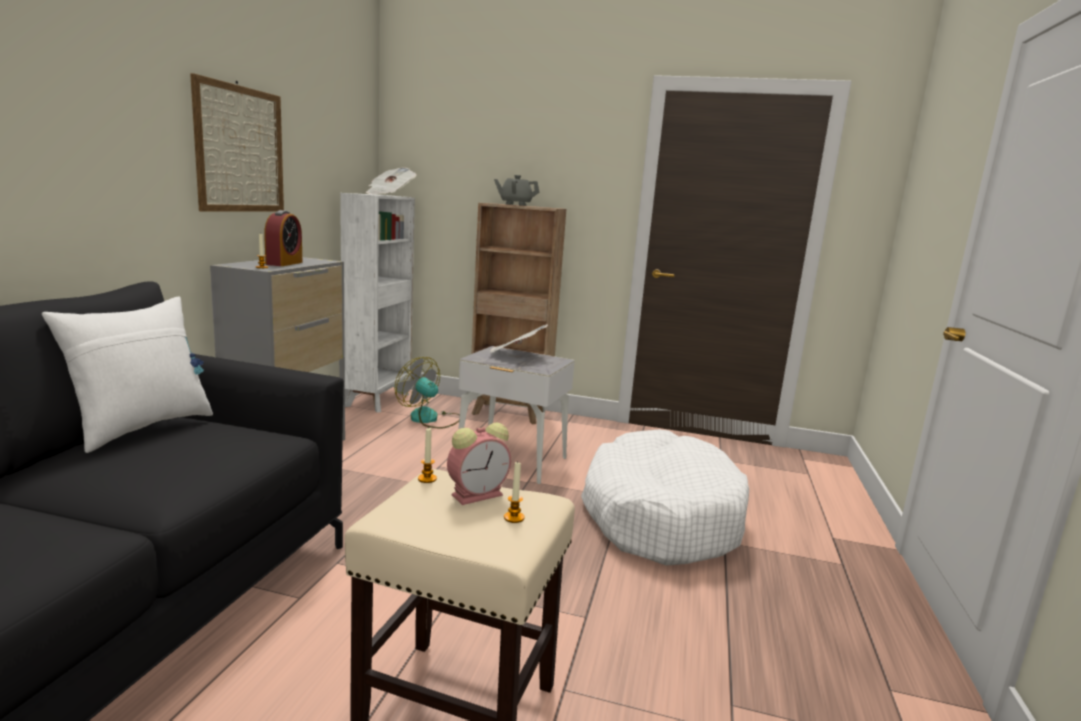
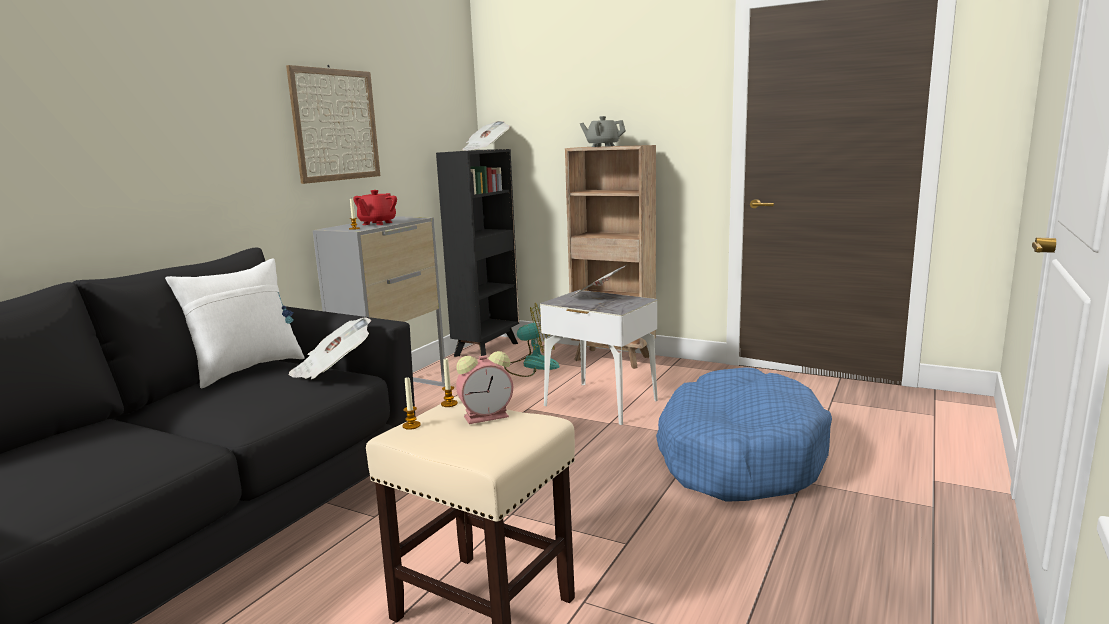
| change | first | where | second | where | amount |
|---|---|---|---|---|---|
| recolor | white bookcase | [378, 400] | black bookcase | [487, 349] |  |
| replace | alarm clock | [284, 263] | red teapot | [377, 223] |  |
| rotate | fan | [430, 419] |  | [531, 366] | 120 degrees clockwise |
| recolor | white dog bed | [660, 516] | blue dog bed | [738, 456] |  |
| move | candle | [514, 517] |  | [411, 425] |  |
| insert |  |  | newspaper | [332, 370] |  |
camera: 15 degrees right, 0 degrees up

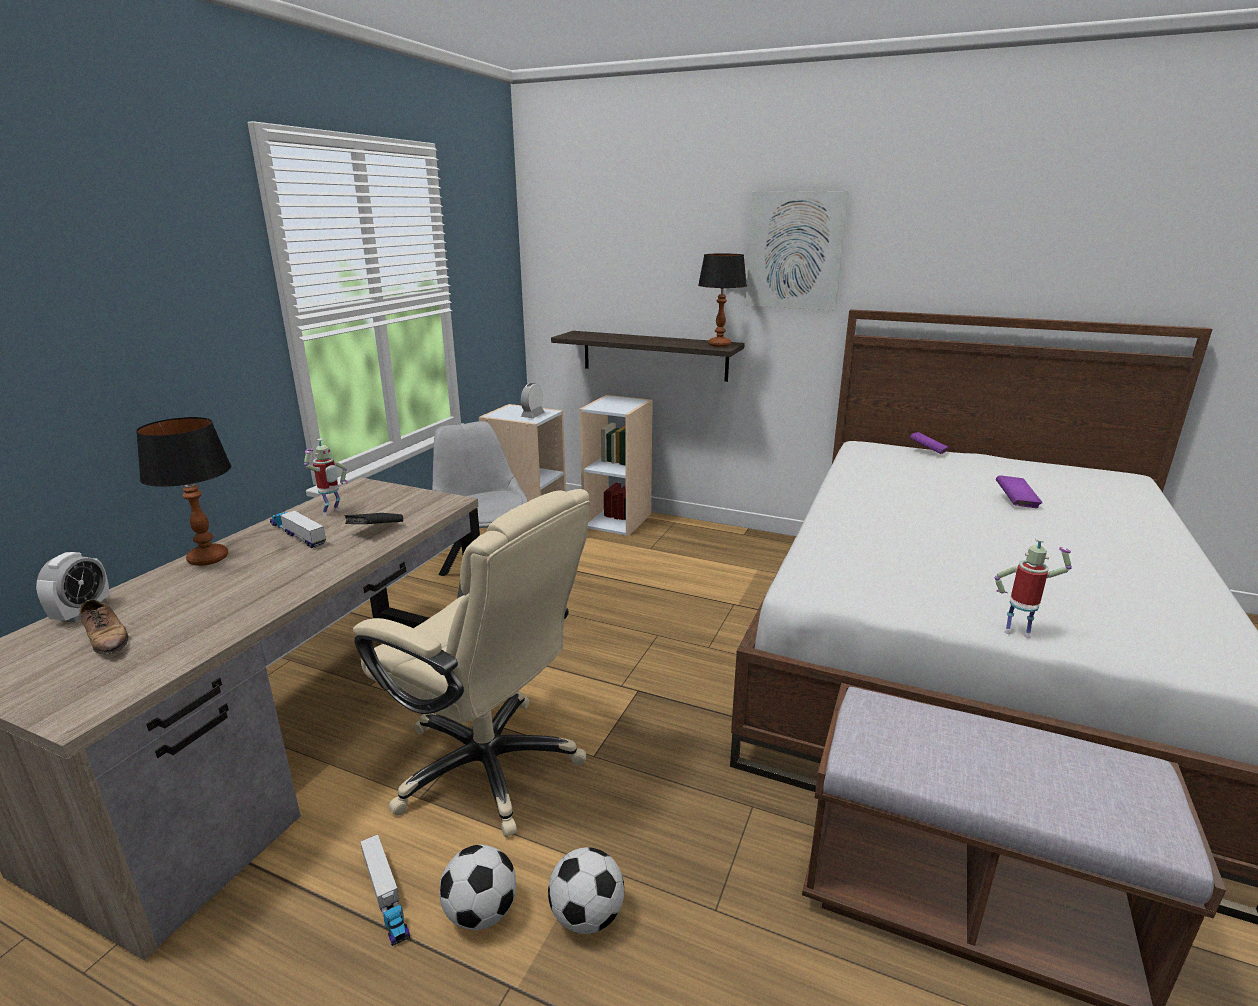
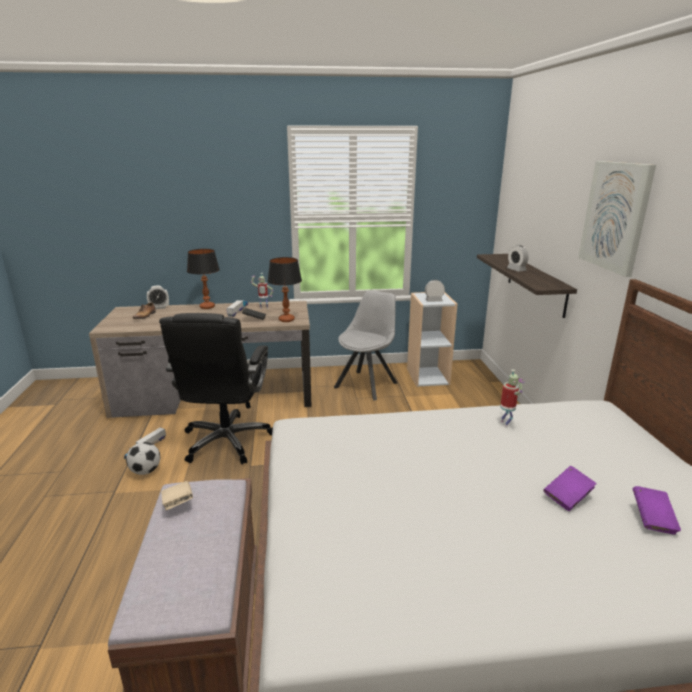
| change | first | where | second | where | amount |
|---|---|---|---|---|---|
| move | table lamp | [719, 345] |  | [286, 320] |  |
| delete | bookcase | [618, 520] |  |  |  |
| move | purple book | [927, 452] |  | [652, 519] |  |
| recolor | beige office chair | [487, 764] | black office chair | [227, 440] |  |
| move | toy robot | [1017, 632] |  | [506, 424] |  |
| delete | football | [587, 916] |  |  |  |
| insert |  |  | alarm clock | [516, 270] |  |
| insert |  |  | beige book | [178, 503] |  |
camera: 60 degrees right, 0 degrees up

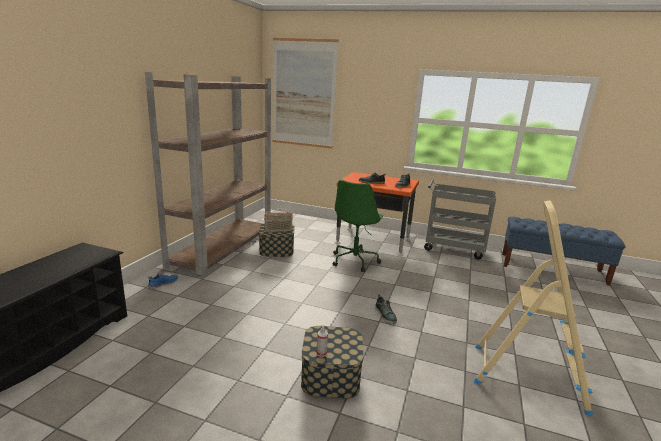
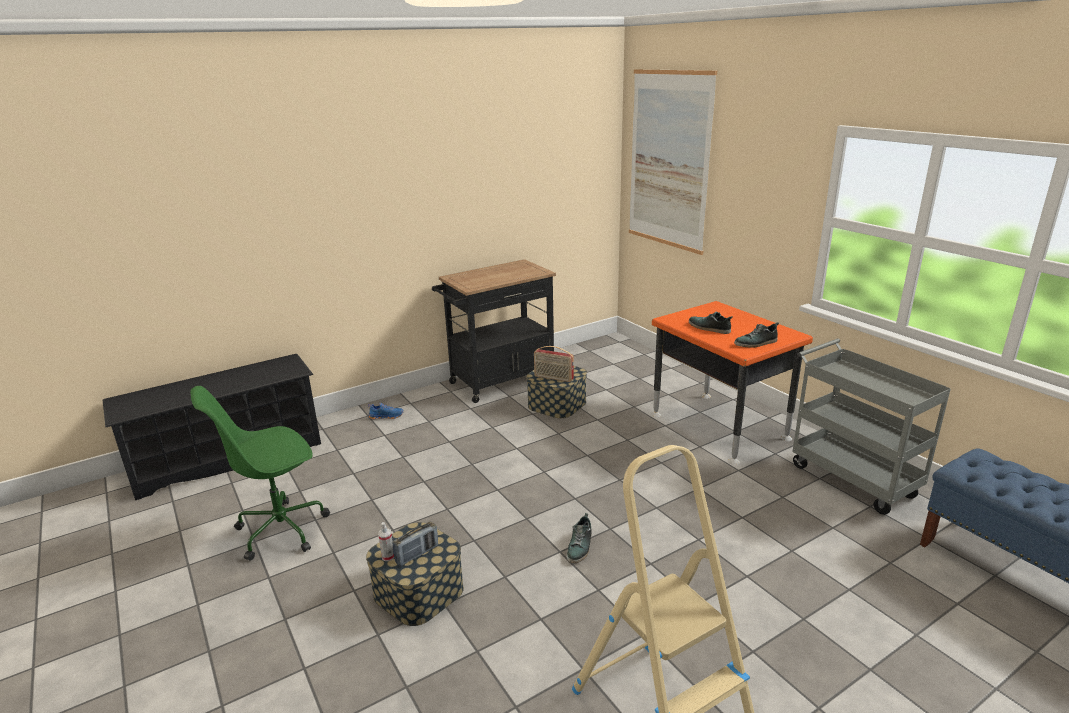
| change | first | where | second | where | amount |
|---|---|---|---|---|---|
| replace | brown bookcase | [223, 246] | black cart | [499, 382] |  |
| move | green office chair | [354, 261] |  | [279, 531] |  |
| insert |  |  | radio | [417, 554] |  |
camera: 40 degrees right, 5 degrees up

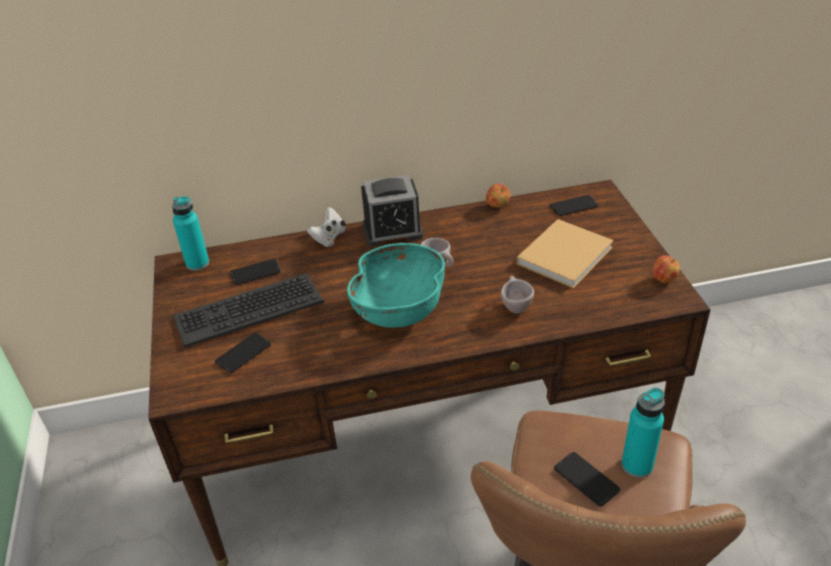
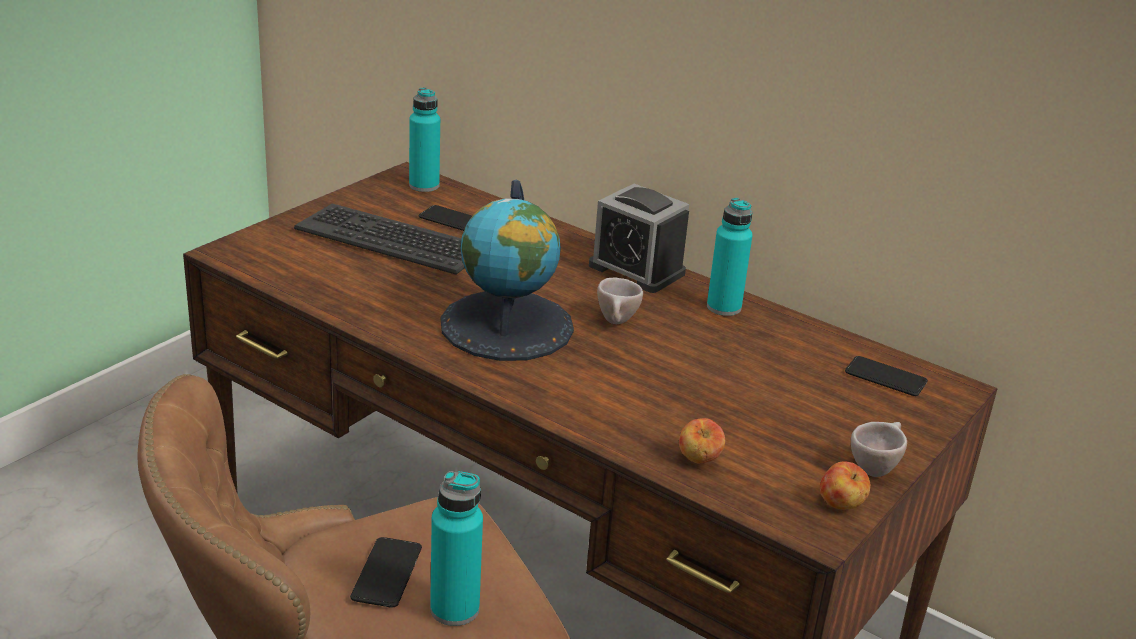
| change | first | where | second | where | amount |
|---|---|---|---|---|---|
| move | apple | [498, 205] |  | [698, 460] |  |
| delete | white game controller | [329, 238] |  |  |  |
| delete | beige book | [566, 254] |  |  |  |
| replace | turquoise bowl | [400, 309] | globe | [507, 325] |  |
| move | beige cup | [514, 306] |  | [875, 467] |  |
| delete | phone | [243, 353] |  |  |  |
| insert |  |  | turquoise bottle | [724, 307] |  |
camera: 45 degrees right, 10 degrees down

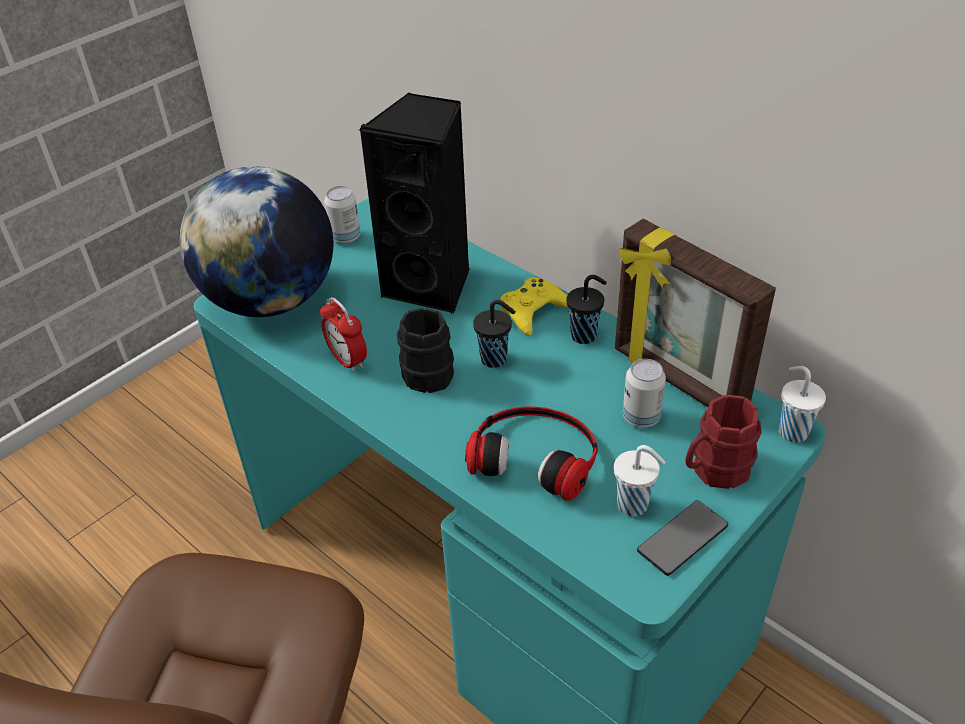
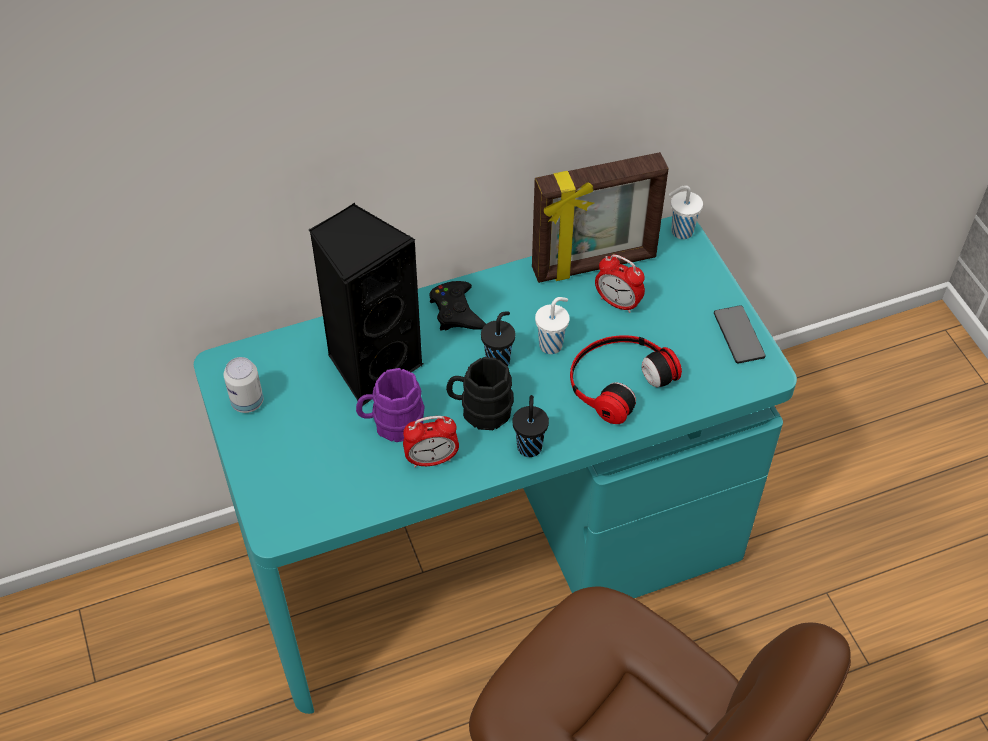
| change | first | where | second | where | amount |
|---|---|---|---|---|---|
| delete | globe | [271, 300] |  |  |  |
| move | black cup | [585, 335] |  | [529, 446] |  |
| recolor | yellow game controller | [533, 311] | black game controller | [456, 312] |  |
| replace | can | [641, 417] | alarm clock | [618, 303] |  |
| delete | red mug | [714, 470] |  |  |  |
| move | white cup | [634, 505] |  | [552, 344] |  |
| insert |  |  | purple mug | [392, 423] |  |
camera: 65 degrees left, 10 degrees up

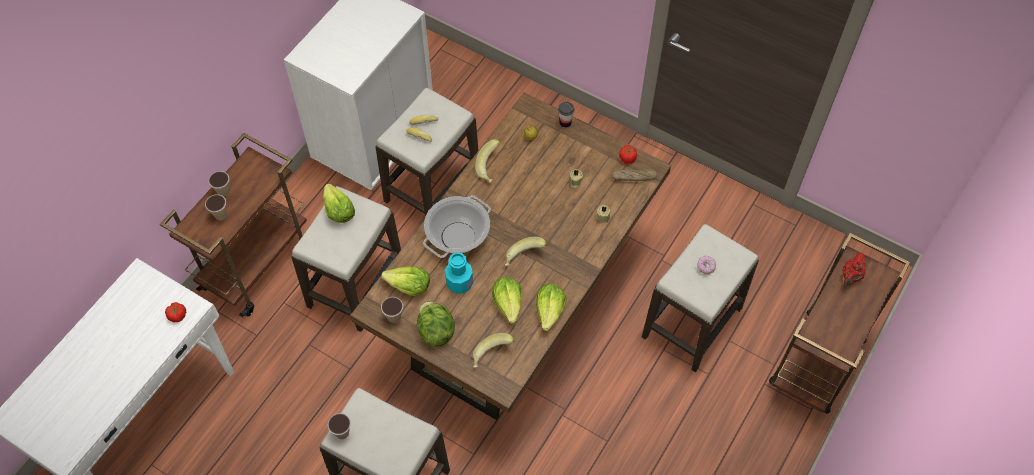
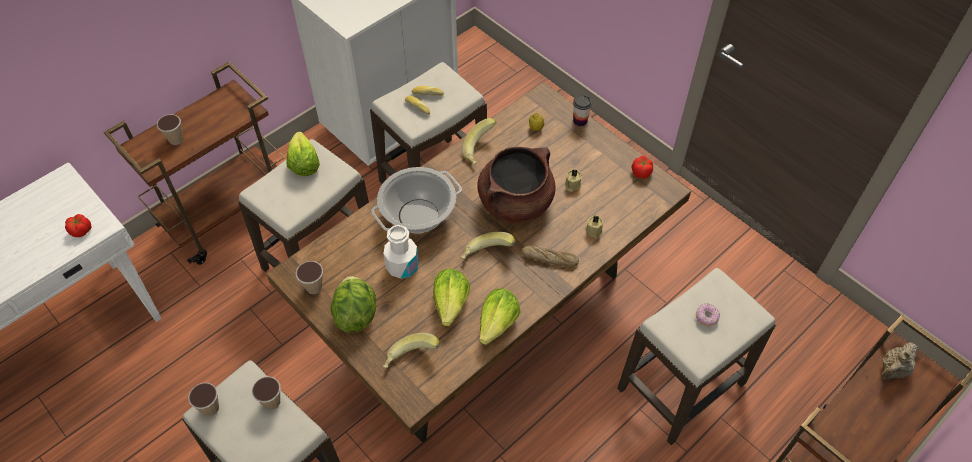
| change | first | where | second | where | amount |
|---|---|---|---|---|---|
| move | bread | [633, 177] |  | [549, 259] |  |
| move | cup | [223, 191] |  | [272, 402] |  |
| recolor | turquoise bottle | [459, 283] | white bottle | [402, 266] |  |
| recolor | red teapot | [851, 276] | beige teapot | [892, 370] |  |
| delete | lettuce | [408, 286] |  |  |  |
| insert |  |  | brown cooking pot | [515, 202] |  |
camera: 15 degrees right, 5 degrees down

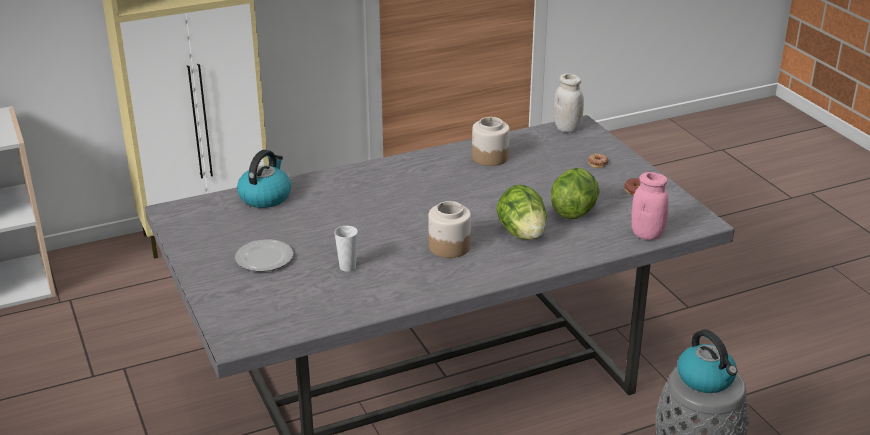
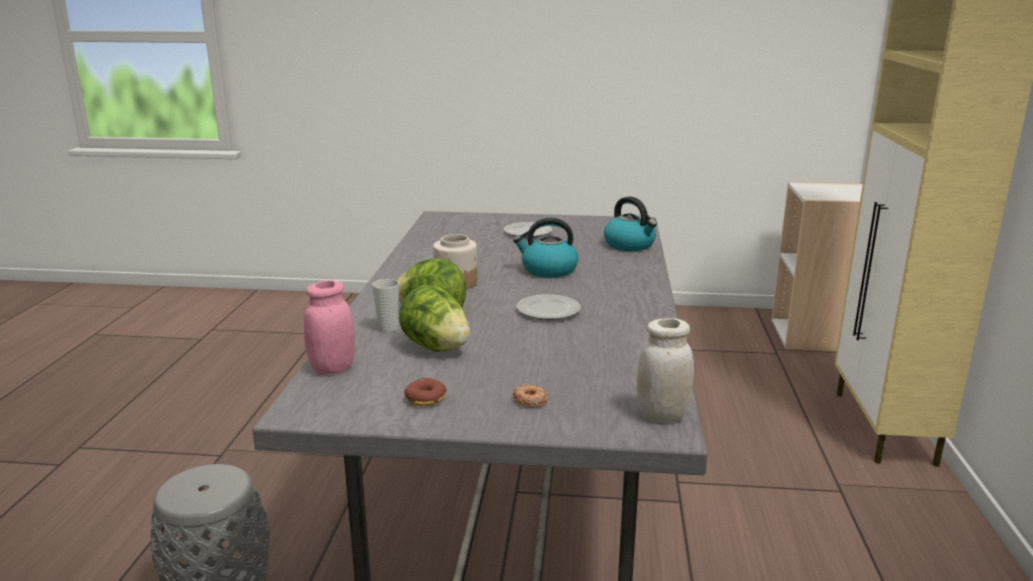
| change | first | where | second | where | amount |
|---|---|---|---|---|---|
| delete | jar | [490, 157] |  |  |  |
| move | cup | [347, 267] |  | [388, 329] |  |
| move | kettle | [706, 379] |  | [548, 270] |  |
| insert |  |  | plate | [549, 311] |  |
camera: 120 degrees right, 10 degrees down

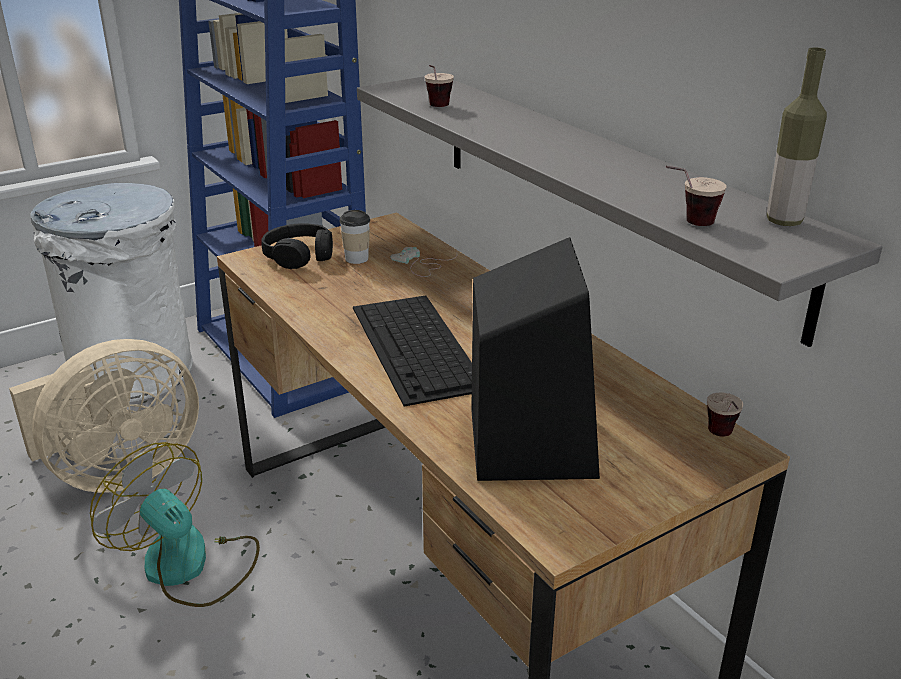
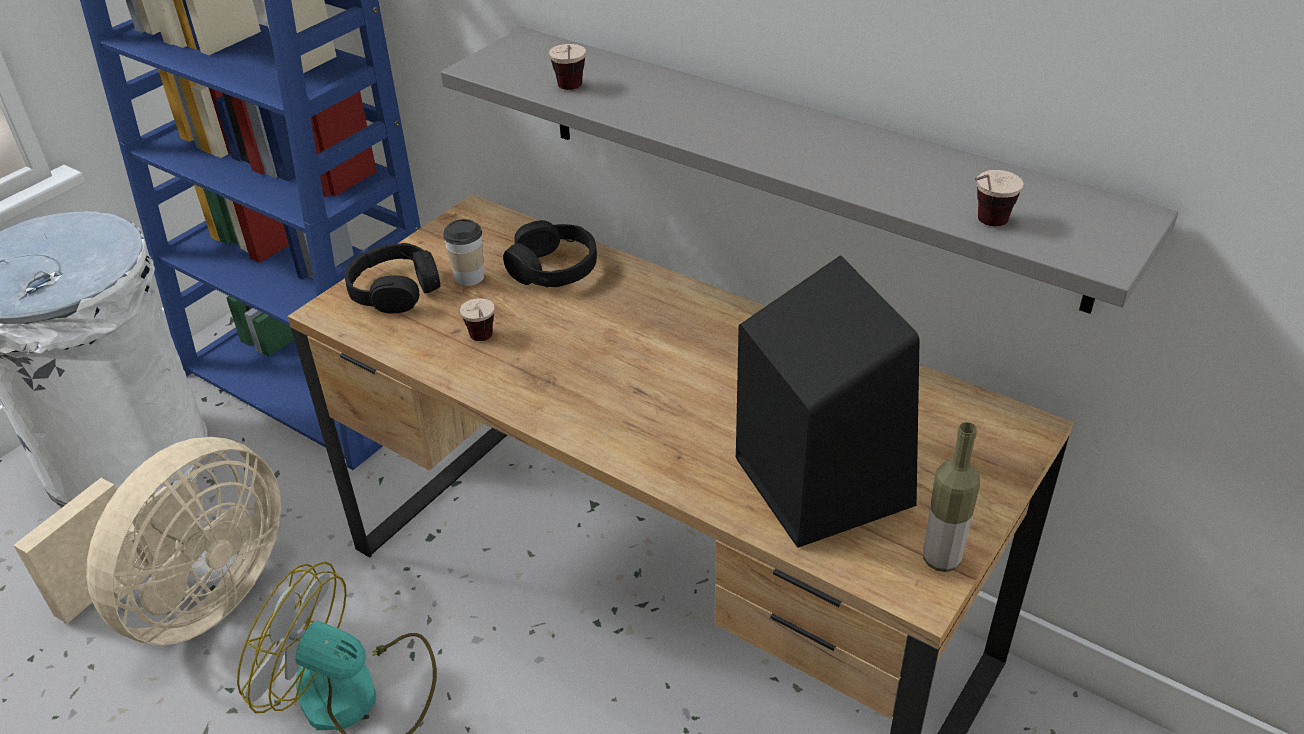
| change | first | where | second | where | amount |
|---|---|---|---|---|---|
| move | bottle | [784, 221] |  | [941, 559] |  |
| replace | white game controller | [421, 265] | black headphones | [553, 268] |  |
| delete | keyboard | [417, 347] |  |  |  |
| move | cup | [722, 439] |  | [484, 343] |  |
camera: 20 degrees left, 10 degrees up

